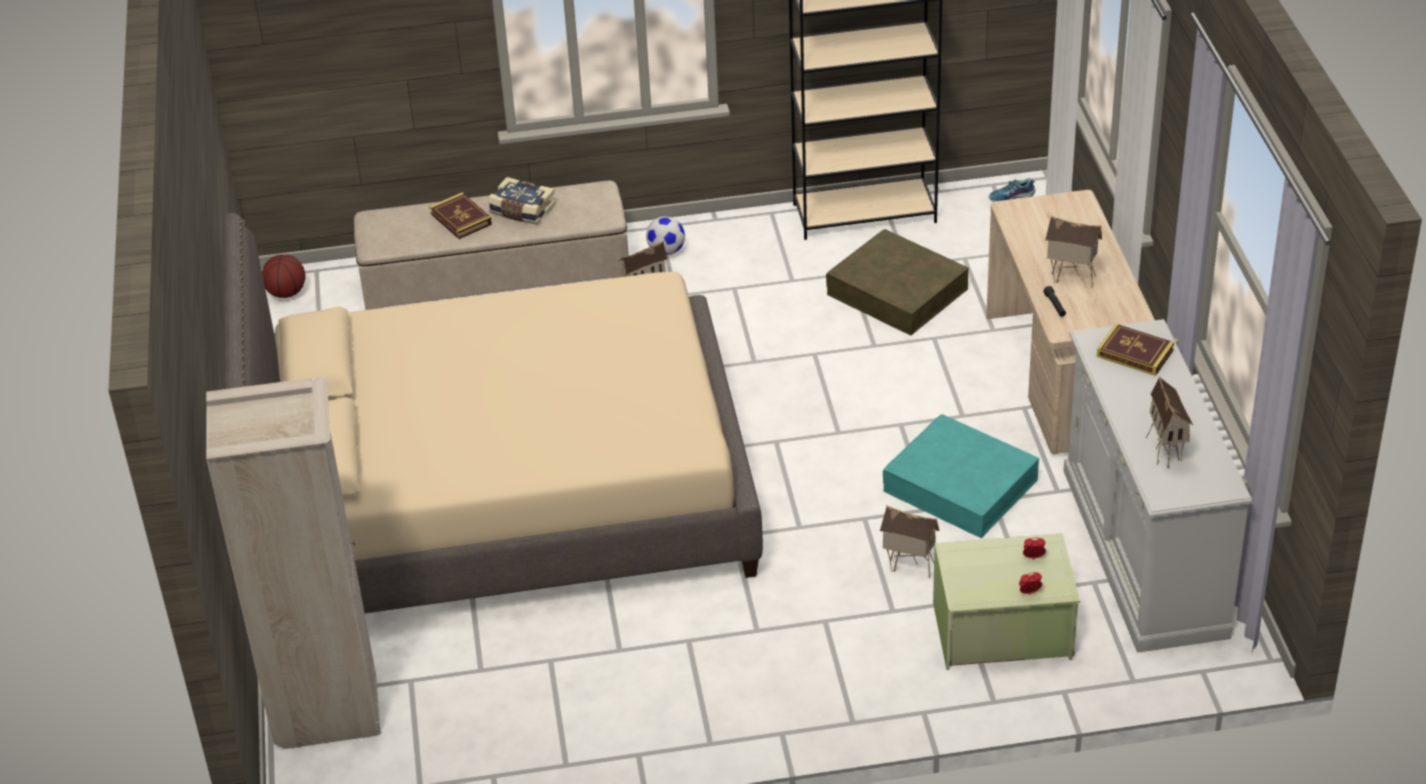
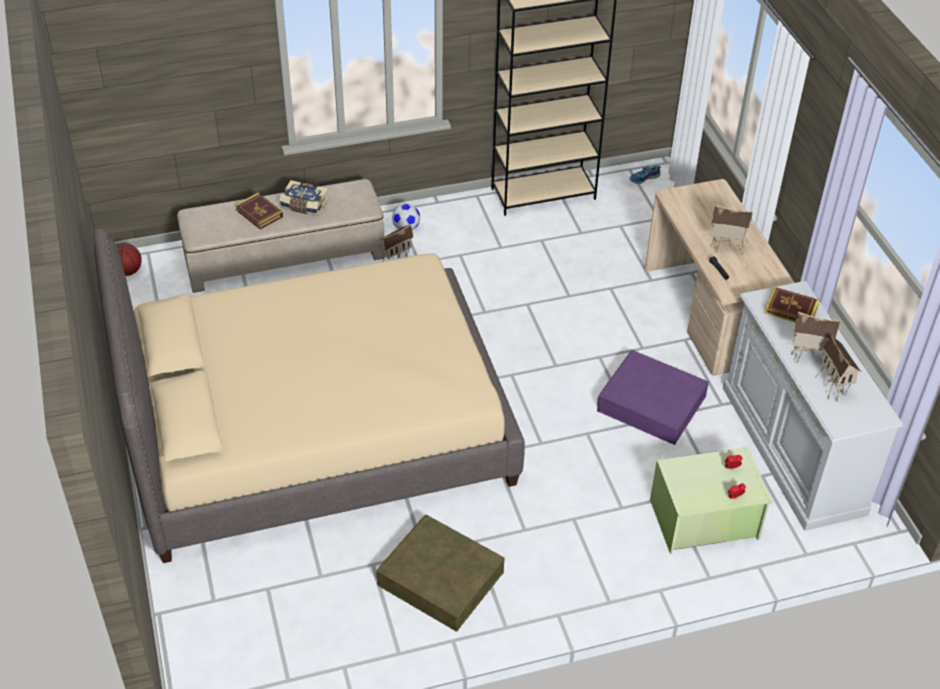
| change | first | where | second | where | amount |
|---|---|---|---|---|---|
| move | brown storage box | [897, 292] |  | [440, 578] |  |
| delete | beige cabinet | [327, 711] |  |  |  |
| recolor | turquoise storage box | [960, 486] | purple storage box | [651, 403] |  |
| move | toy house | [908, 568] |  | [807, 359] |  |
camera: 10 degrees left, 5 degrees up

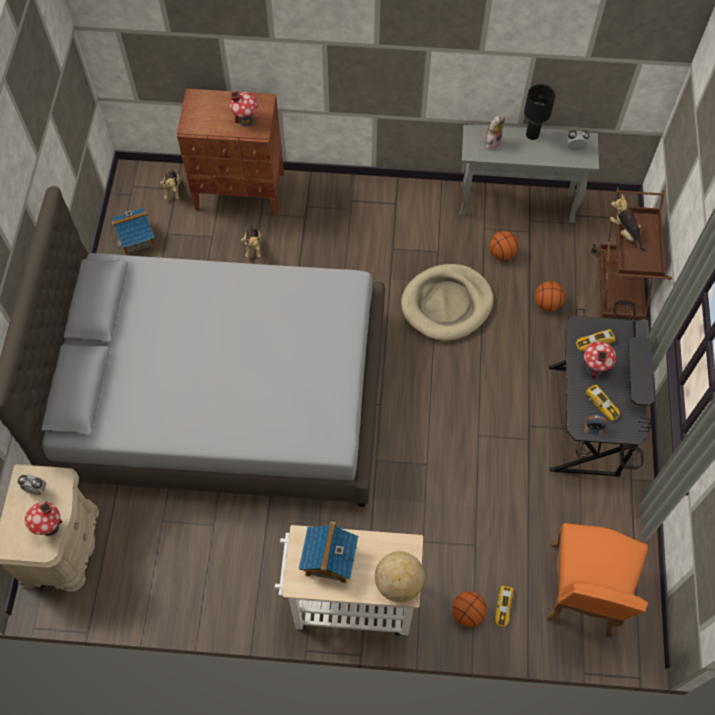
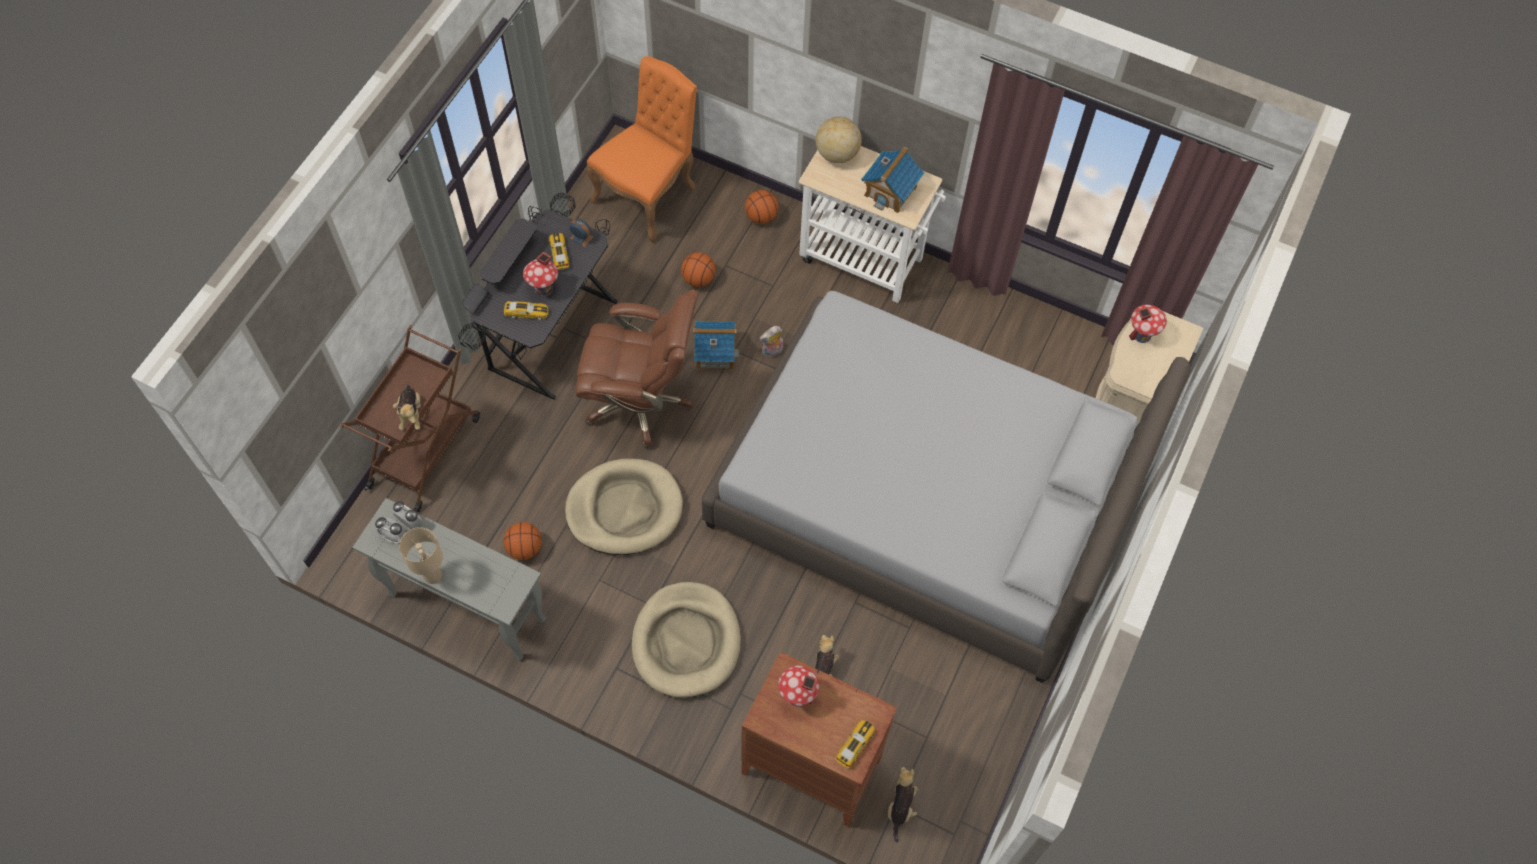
| change | first | where | second | where | amount |
|---|---|---|---|---|---|
| recolor | black table lamp | [532, 134] | beige table lamp | [432, 575] |  |
| move | plush toy | [492, 142] |  | [772, 351] |  |
| move | toy house | [136, 238] |  | [715, 353] |  |
| move | basketball | [547, 304] |  | [698, 279] |  |
| move | alarm clock | [36, 489] |  | [410, 522] |  |
| move | toy car | [503, 607] |  | [855, 745] |  |
| insert |  |  | brown office chair | [641, 404] |  |
| insert |  |  | beige dog bed | [686, 642] |  |
camera: 160 degrees left, 0 degrees up

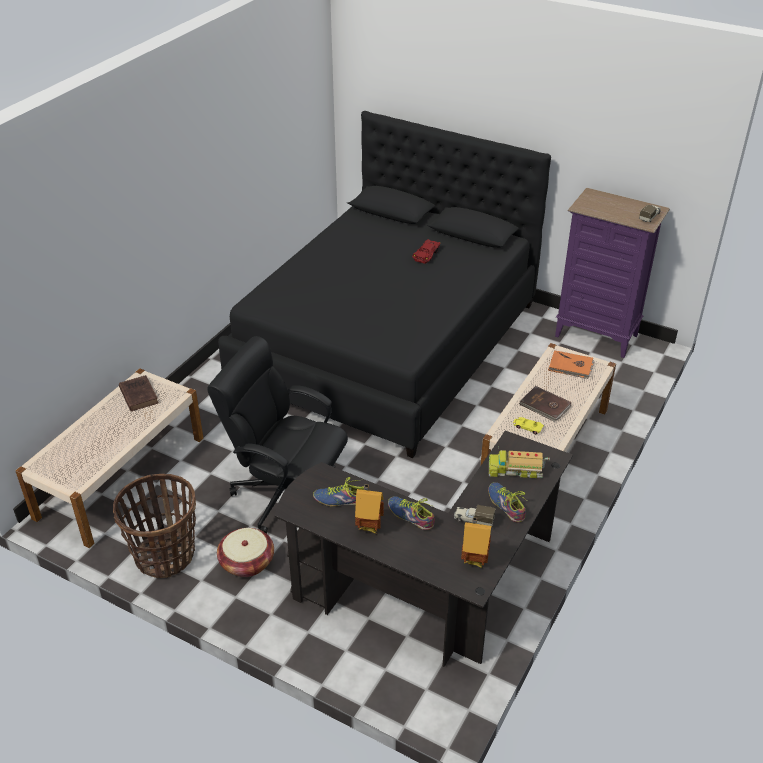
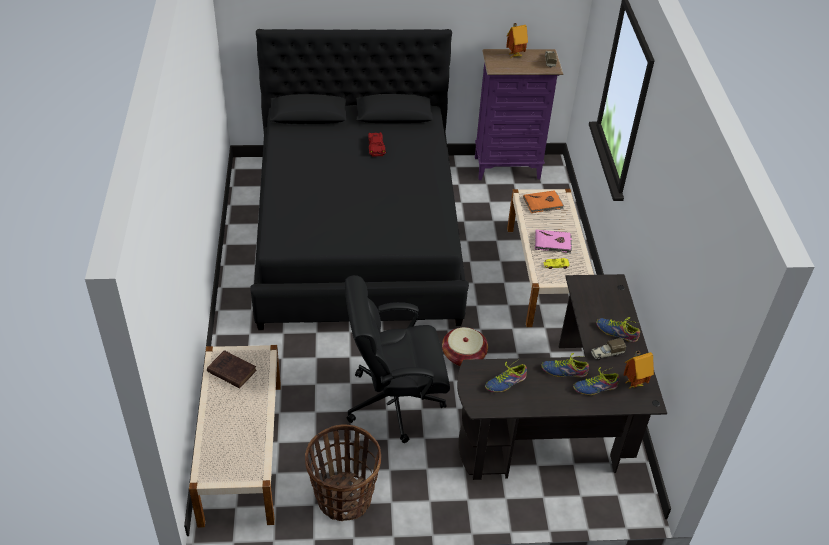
| change | first | where | second | where | amount |
|---|---|---|---|---|---|
| recolor | brown book | [545, 406] | pink book | [553, 243] |  |
| delete | toy truck | [515, 469] |  |  |  |
| move | toy house | [369, 527] |  | [514, 55] |  |
| move | basket | [247, 562] |  | [463, 355] |  |
| insert |  |  | shoe | [595, 387] |  |
camera: 35 degrees left, 5 degrees up

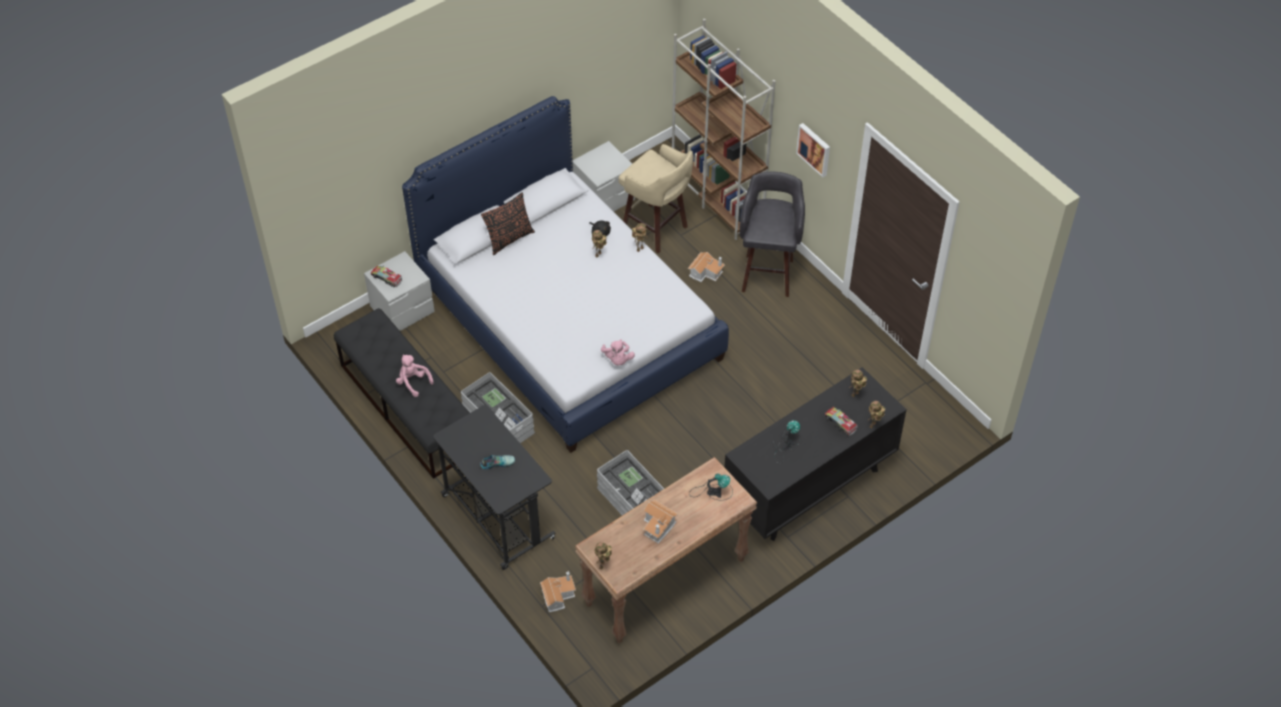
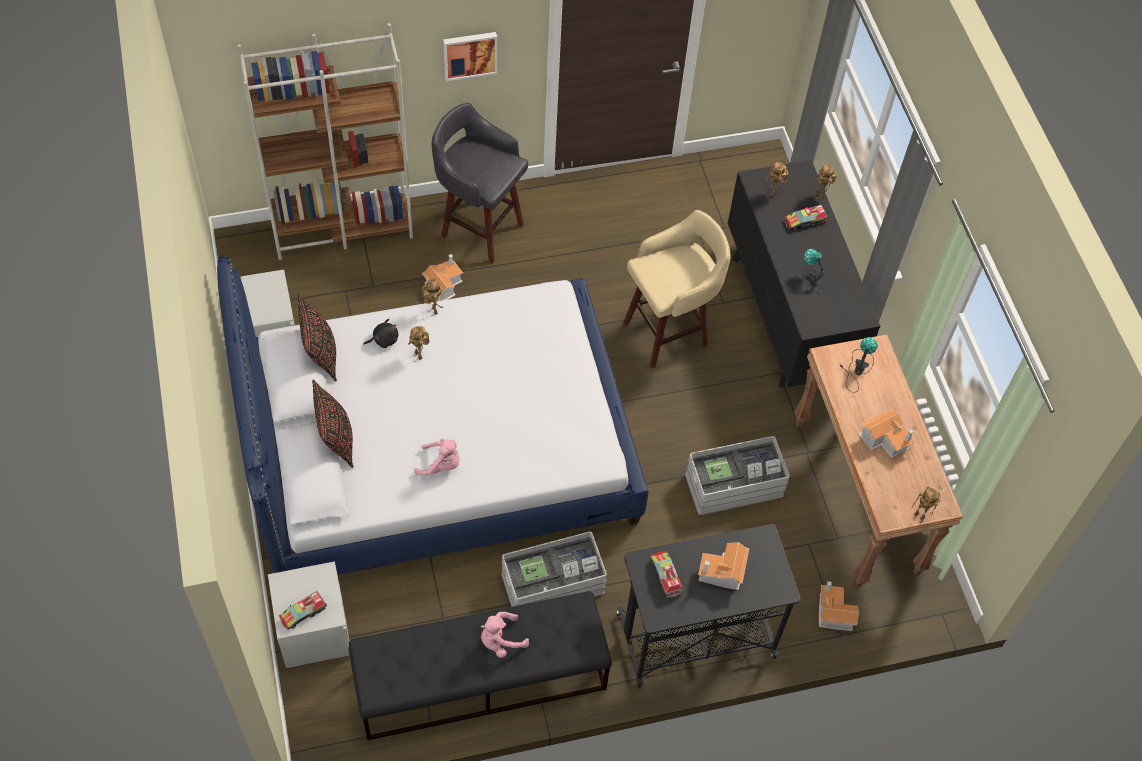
| change | first | where | second | where | amount |
|---|---|---|---|---|---|
| move | beige stool | [656, 230] |  | [669, 333] |  |
| move | pink plush toy | [617, 359] |  | [441, 465] |  |
| replace | shoe | [497, 463] | toy house | [722, 573] |  |
| insert |  |  | black pillow | [321, 355] |  |
| insert |  |  | toy truck | [665, 575] |  |
camera: 70 degrees left, 5 degrees up

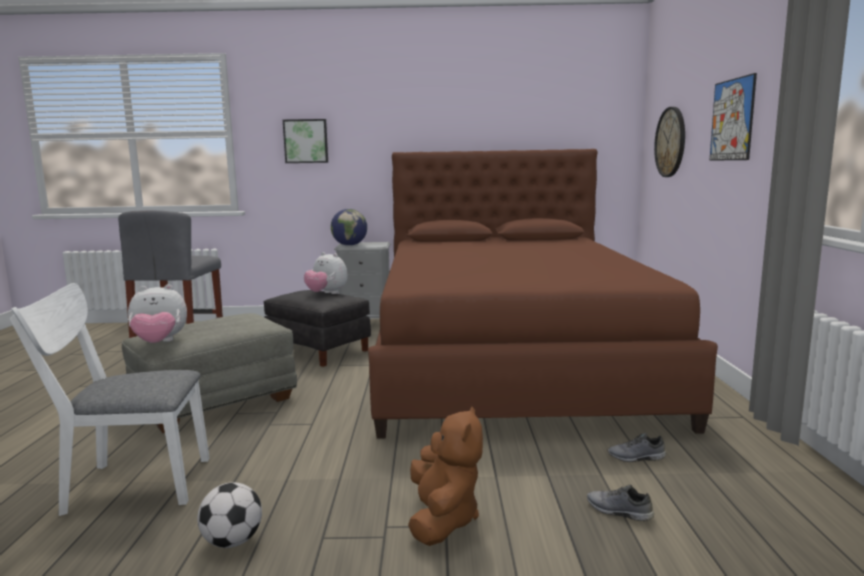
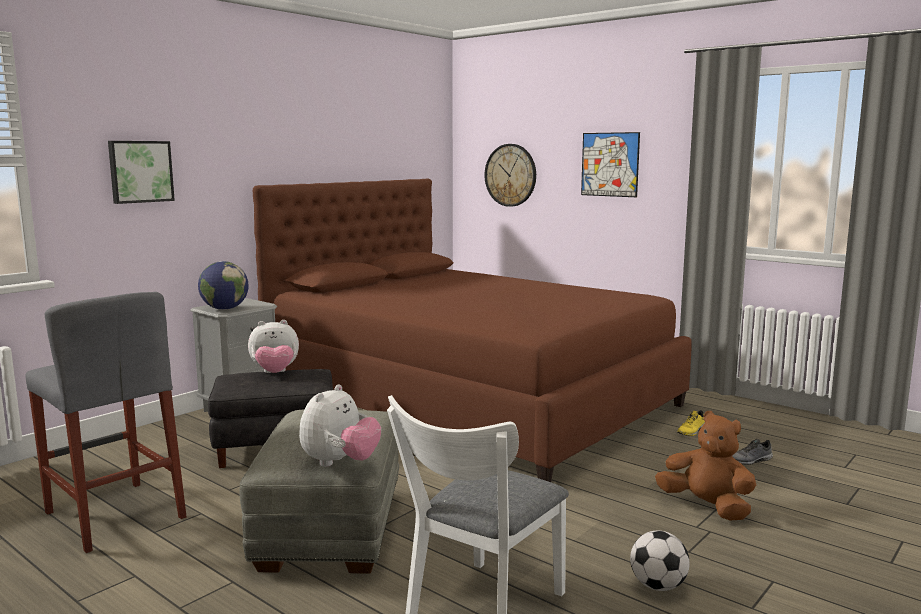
| change | first | where | second | where | amount |
|---|---|---|---|---|---|
| recolor | grey shoe | [636, 458] | yellow shoe | [692, 431] |  |
camera: 50 degrees left, 0 degrees up

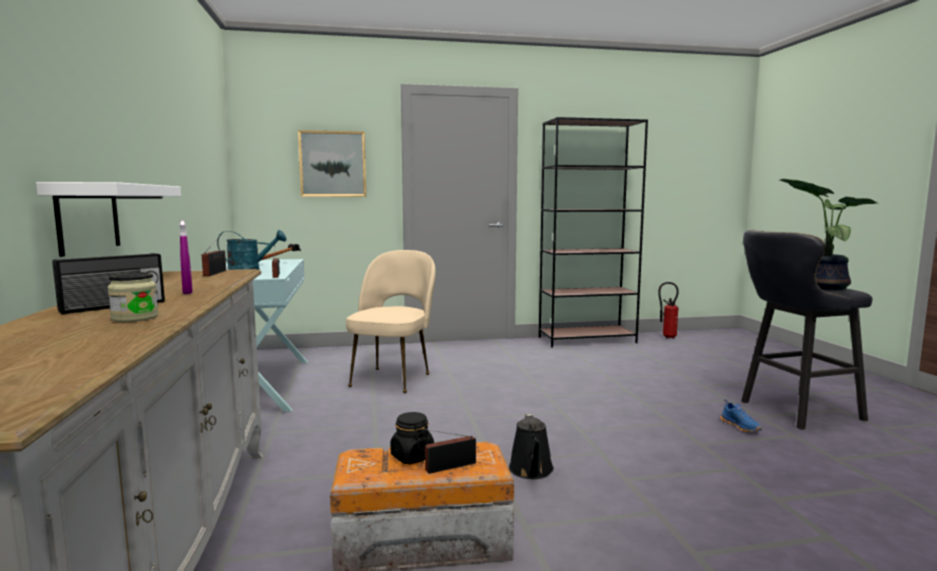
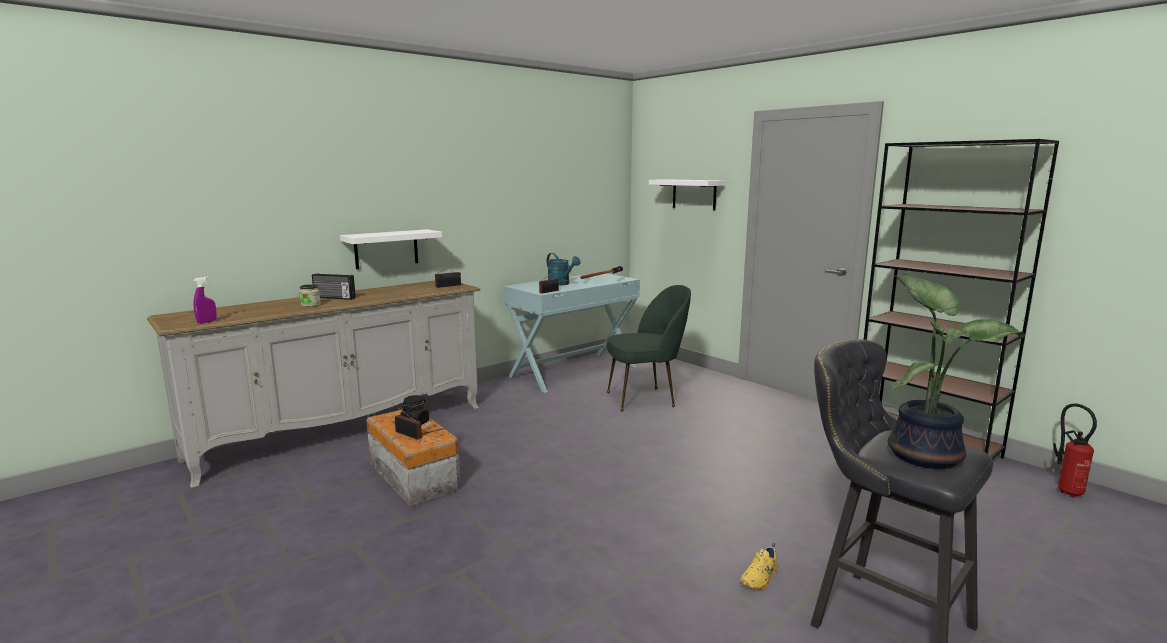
| change | first | where | second | where | amount |
|---|---|---|---|---|---|
| replace | picture | [333, 164] | white shelf | [694, 194] |  |
| move | purple spray bottle | [187, 292] |  | [207, 322] |  |
| recolor | beige chair | [393, 378] | green chair | [646, 399] |  |
| recolor | blue shoe | [741, 426] | yellow shoe | [760, 578] |  |
| delete | black watering can | [531, 471] |  |  |  |
camera: 60 degrees right, 5 degrees up

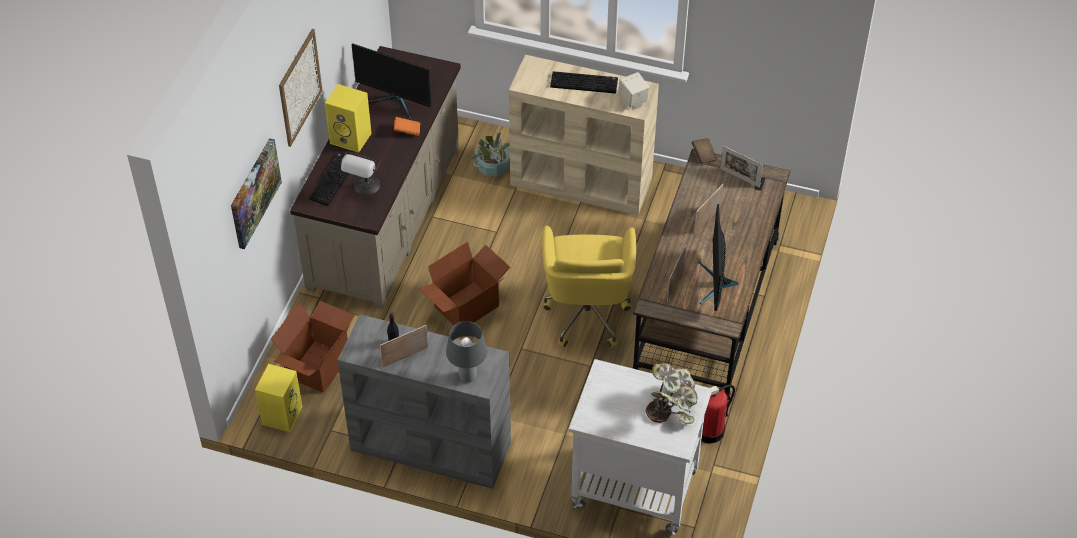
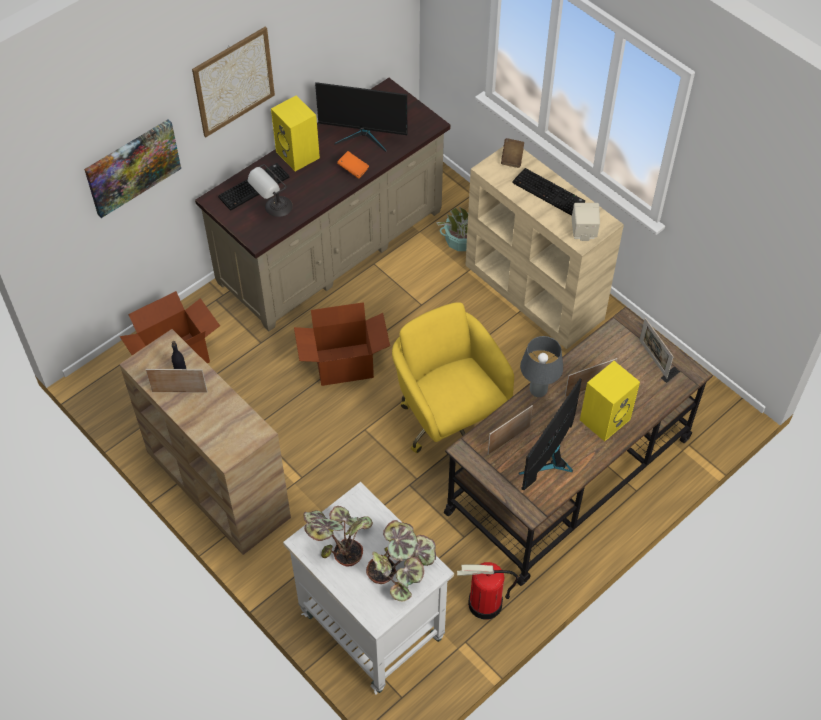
| change | first | where | second | where | amount |
|---|---|---|---|---|---|
| rotate | monitor | [395, 101] |  | [363, 136] | 45 degrees counterclockwise |
| move | brown book | [703, 156] |  | [512, 158] |  |
| rotate | yellow office chair | [586, 314] |  | [448, 425] | 120 degrees clockwise |
| recolor | grey bookcase | [430, 447] | brown bookcase | [216, 485] |  |
| move | grey table lamp | [467, 376] |  | [537, 391] |  |
| move | yellow speaker | [281, 414] |  | [605, 418] |  |
| insert |  |  | potted plant | [337, 539] |  |
camera: 30 degrees right, 5 degrees up

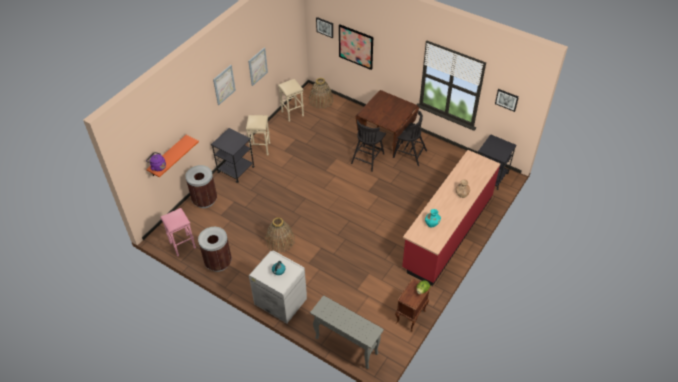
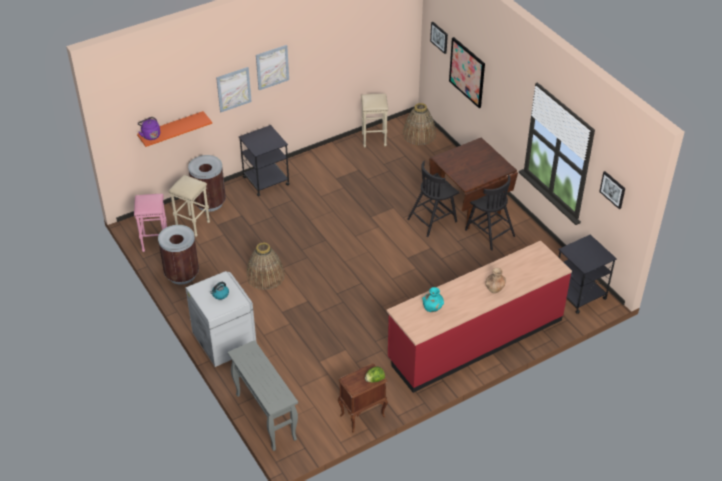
| change | first | where | second | where | amount |
|---|---|---|---|---|---|
| move | picture | [257, 66] |  | [233, 89] |  |
| move | beige stool | [260, 148] |  | [192, 224] |  |
camera: 25 degrees right, 5 degrees down

